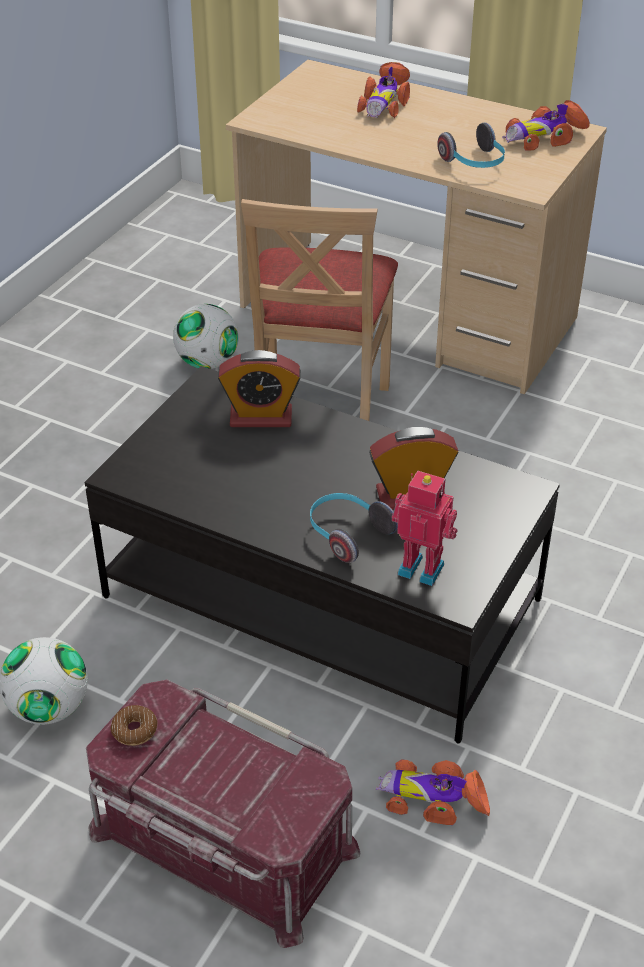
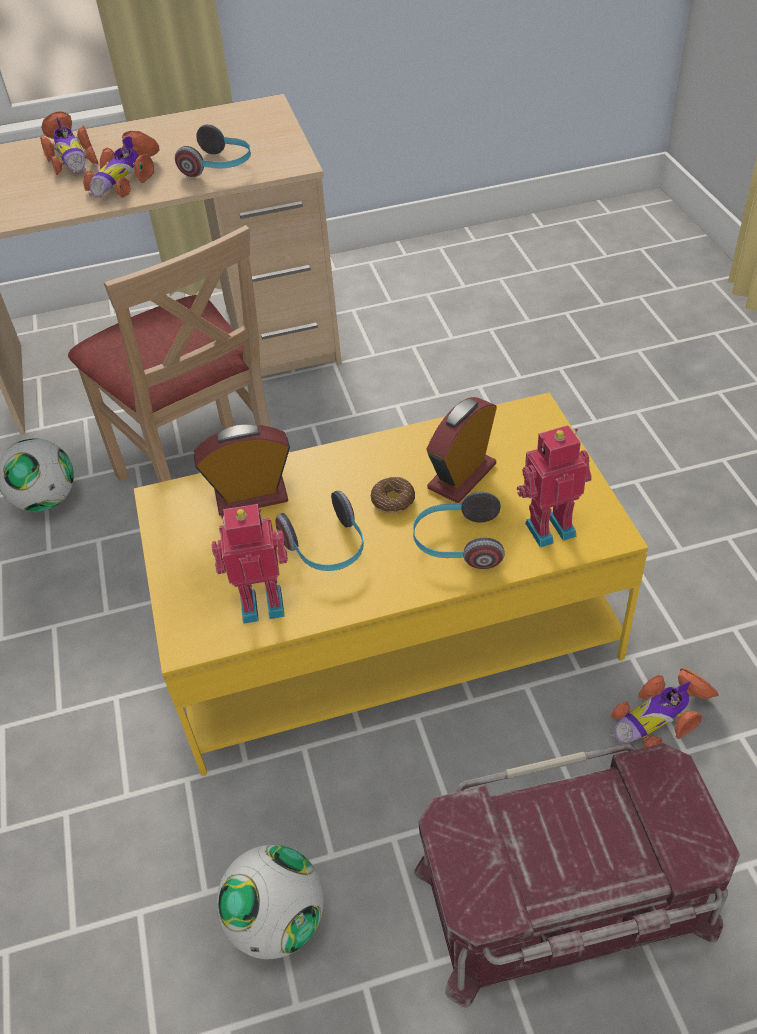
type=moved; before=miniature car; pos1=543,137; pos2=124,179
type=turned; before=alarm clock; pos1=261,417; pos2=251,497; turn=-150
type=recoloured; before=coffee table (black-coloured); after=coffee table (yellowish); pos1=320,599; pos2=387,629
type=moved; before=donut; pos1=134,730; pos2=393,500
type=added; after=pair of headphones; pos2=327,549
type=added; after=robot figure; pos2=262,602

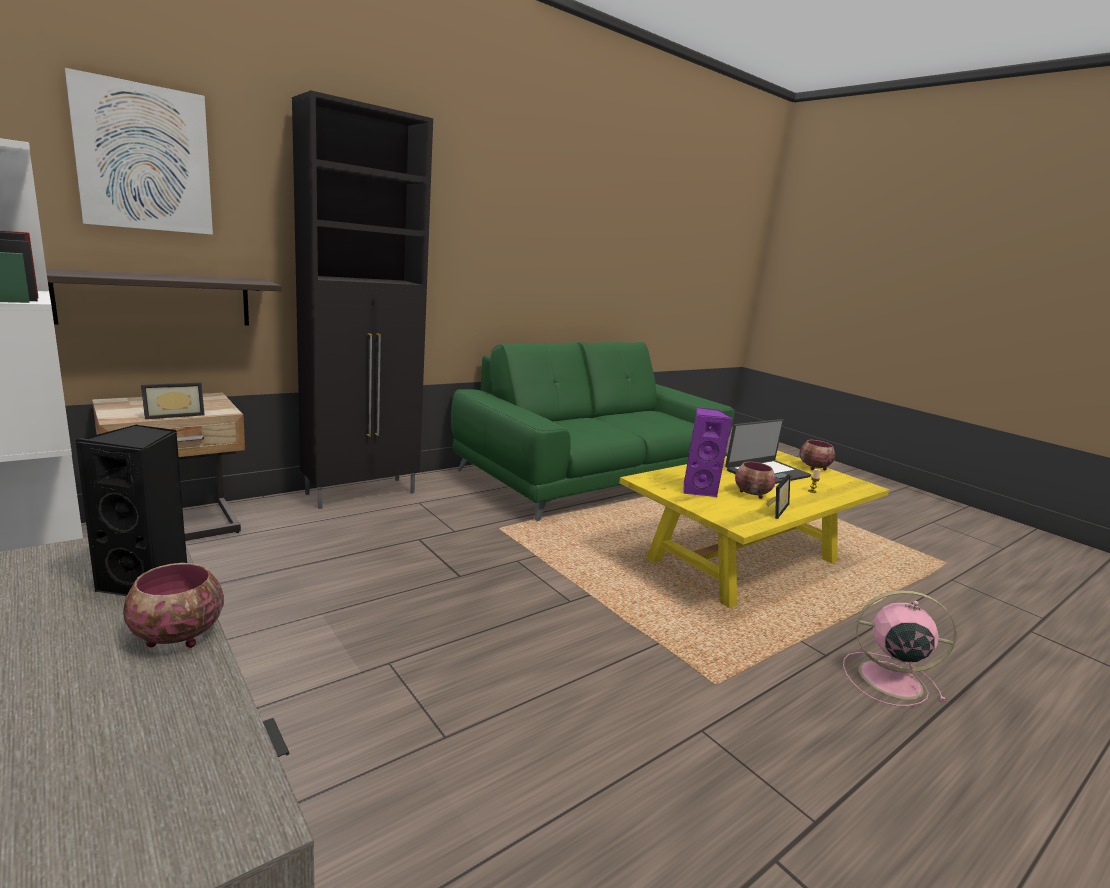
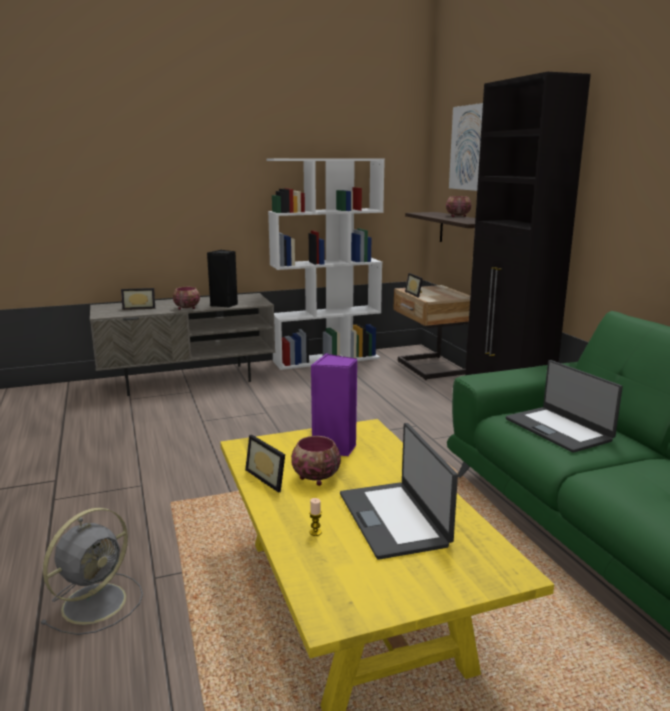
type=moved; before=bowl; pos1=813,467; pos2=457,216
type=recoloured; before=cooling fan (pinkish); after=cooling fan (grey); pos1=886,679; pos2=97,601
type=added; after=photo frame; pos2=139,308
type=added; after=portable computer; pos2=559,429

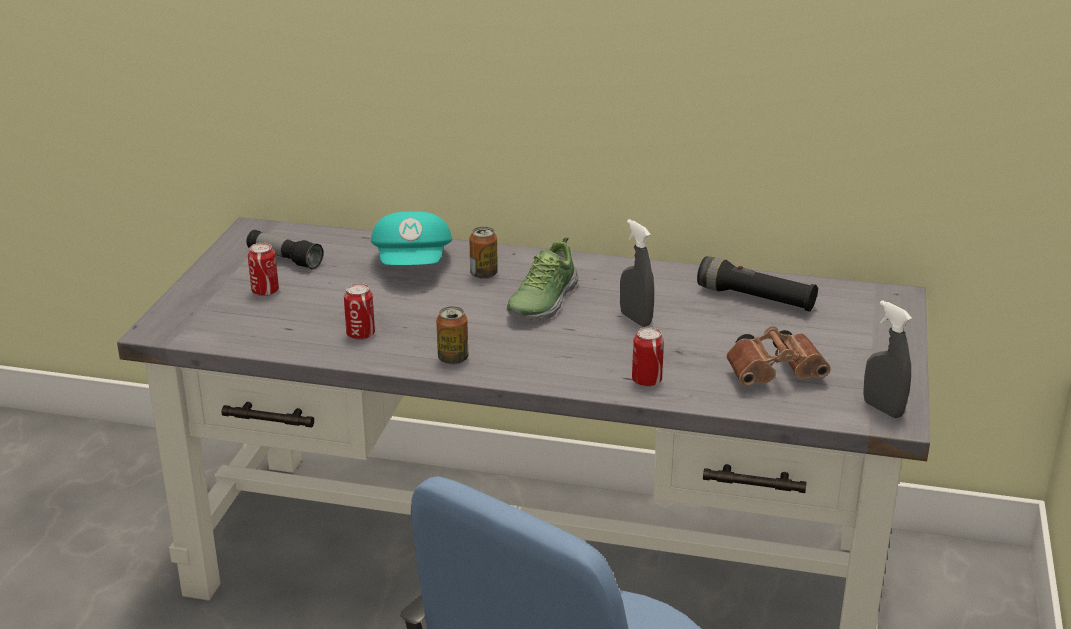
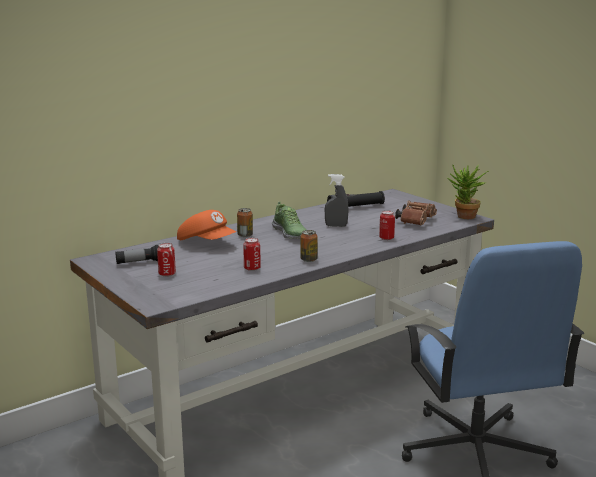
type=recoloured; before=baseball cap (turquoise-coloured); after=baseball cap (orange); pos1=413,264; pos2=207,243
type=replaced; before=sprayer (grey); after=potted plant; pos1=882,409; pos2=464,217

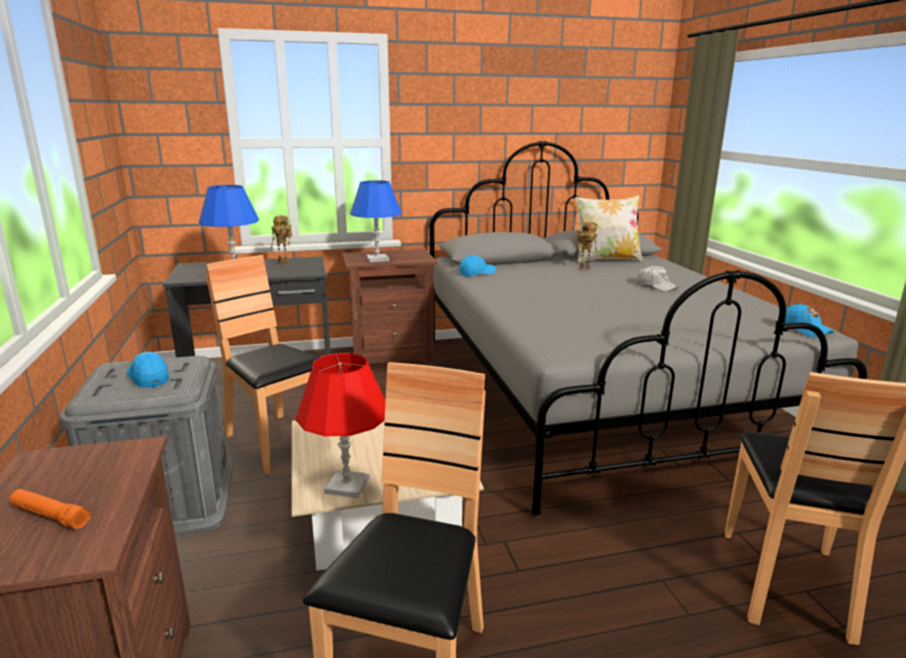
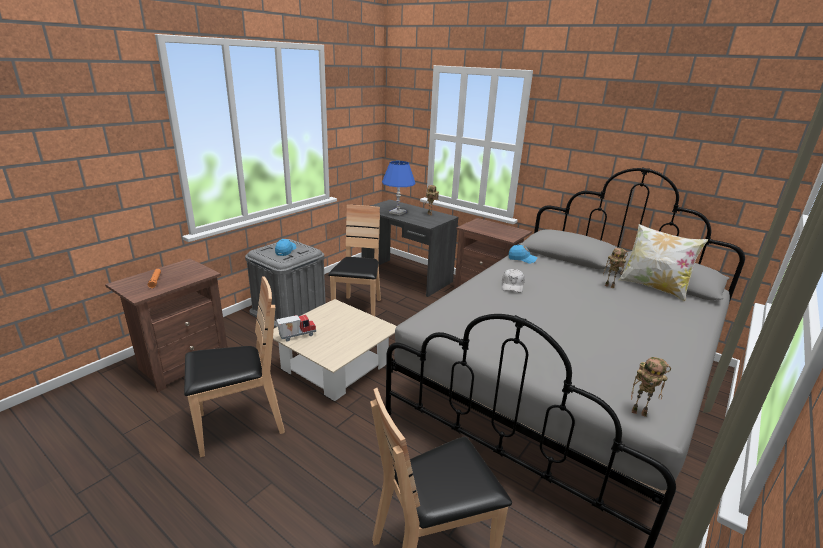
type=removed; before=table lamp (blue-coloured); pos1=377,259
type=moved; before=baseball cap (white); pos1=656,286; pos2=512,285
type=replaced; before=baseball cap (blue-coloured); after=robot figure; pos1=804,330; pos2=640,412
type=replaced; before=table lamp (red); after=toy truck; pos1=347,485; pos2=297,335

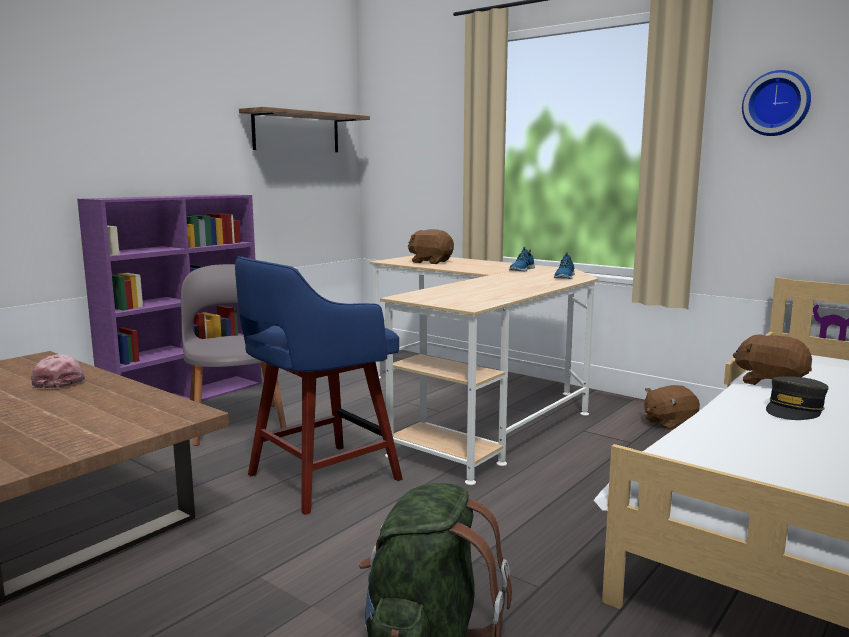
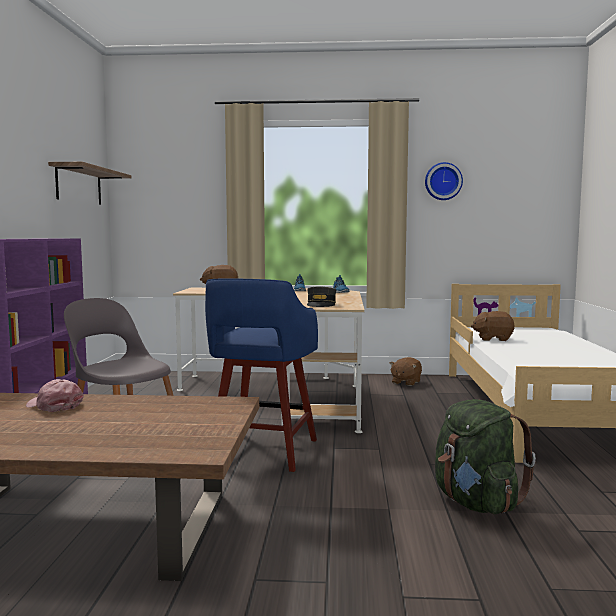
type=moved; before=baseball cap (grey); pos1=794,410; pos2=321,305

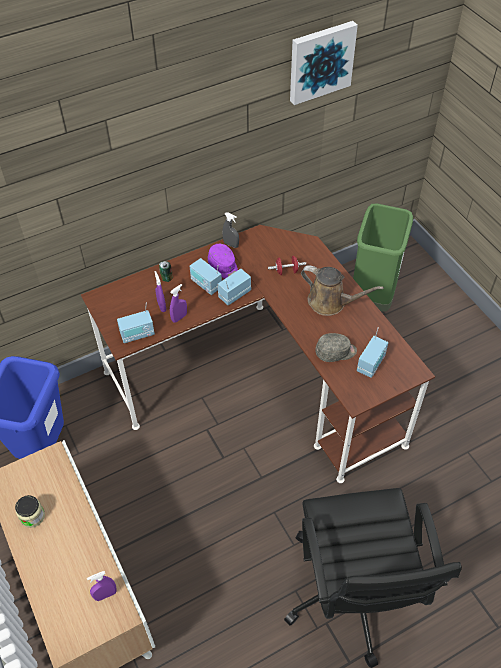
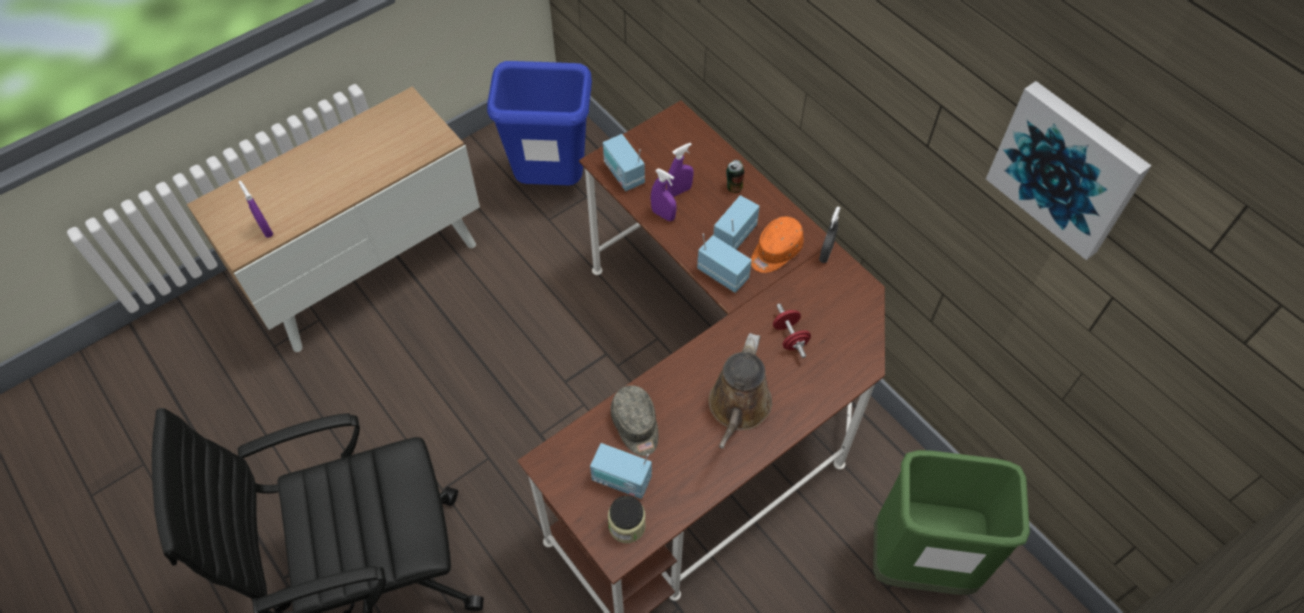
type=recoloured; before=baseball cap (purple); after=baseball cap (orange); pos1=224,267; pos2=775,252
type=moved; before=jar; pos1=32,516; pos2=627,526

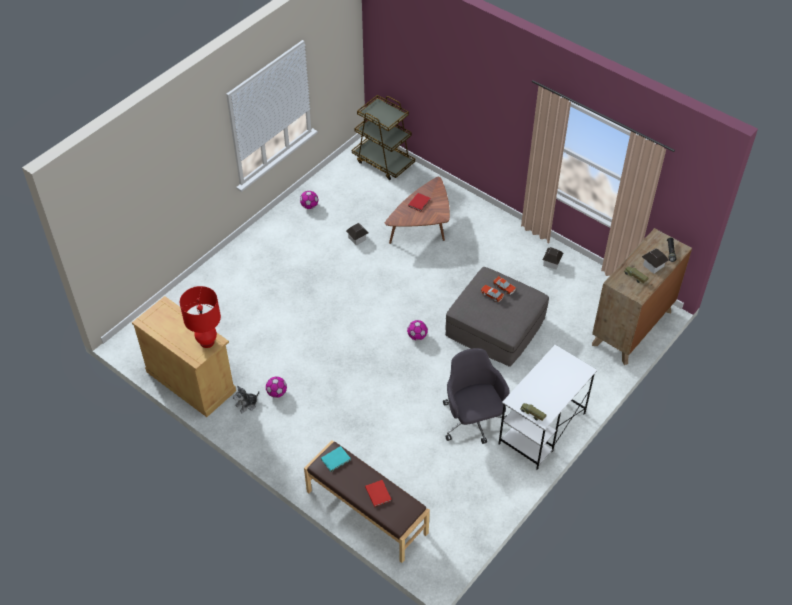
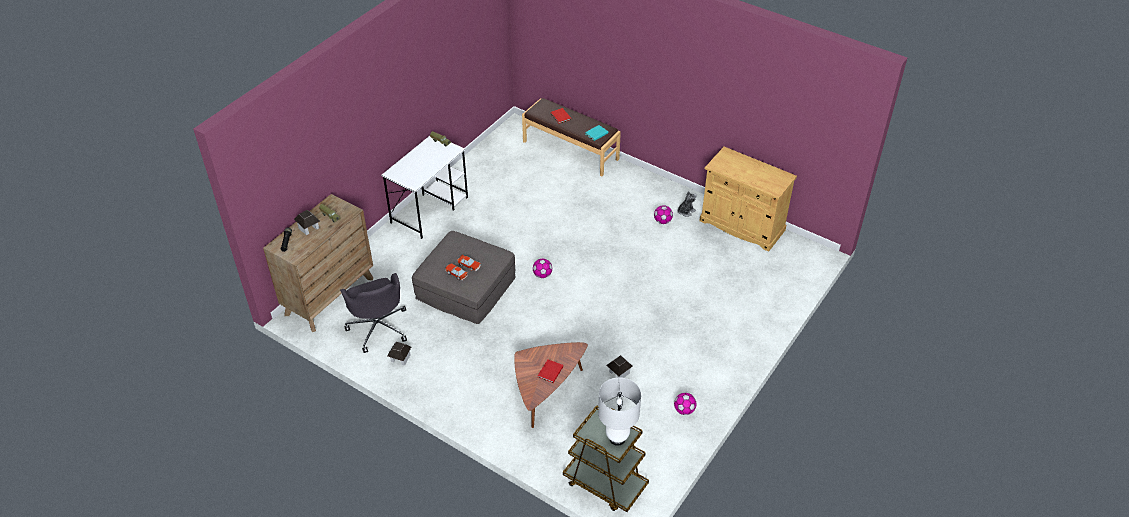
type=removed; before=table lamp (red); pos1=207,342
type=moved; before=office chair (grey); pos1=473,420; pos2=378,327
type=added; after=table lamp (white); pos2=617,438

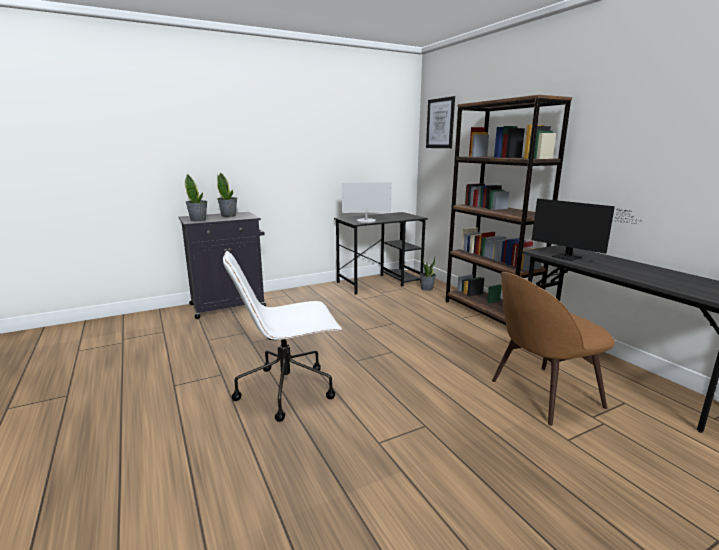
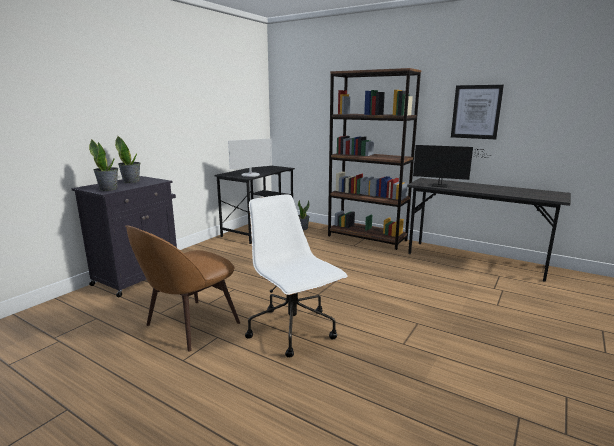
type=moved; before=wall art; pos1=440,123; pos2=476,112
type=turned; before=office chair (white); pos1=288,390; pos2=293,330; turn=105
type=moved; before=plain chair (brown); pos1=542,394; pos2=189,325

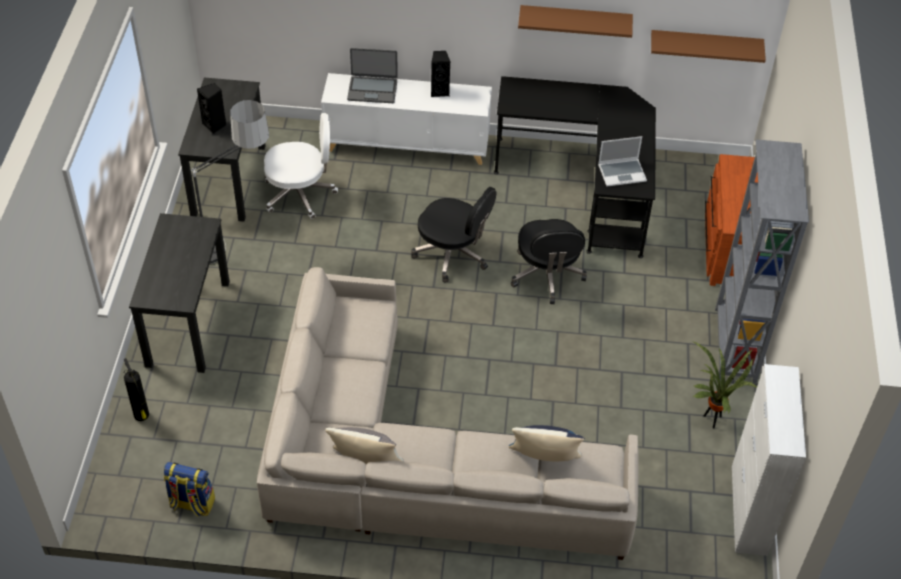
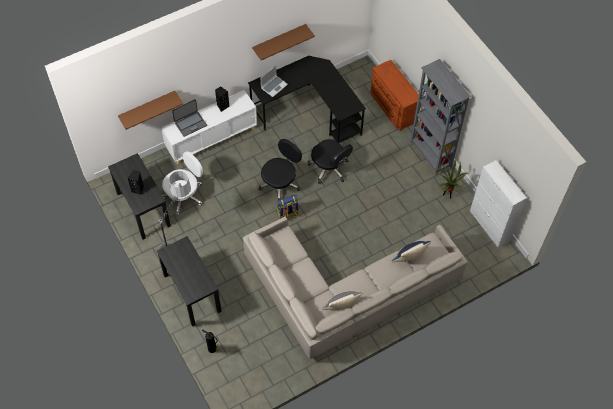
type=moved; before=bracket shelf (brown); pos1=705,45; pos2=147,107
type=moved; before=portable computer; pos1=622,173; pos2=274,86
type=turned; before=office chair (black-coloured); pos1=453,254; pos2=280,183; turn=-45
type=moved; before=backpack; pos1=191,503; pos2=288,214

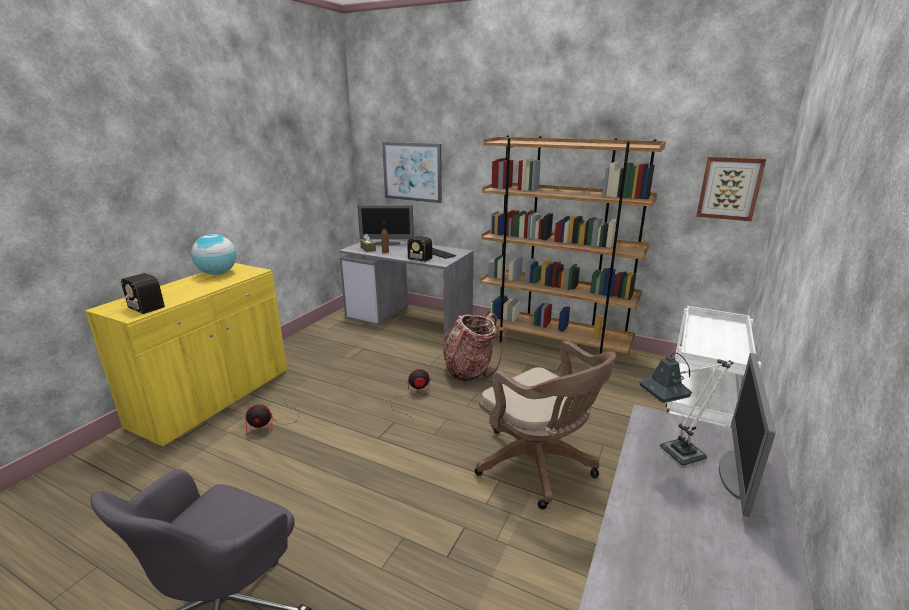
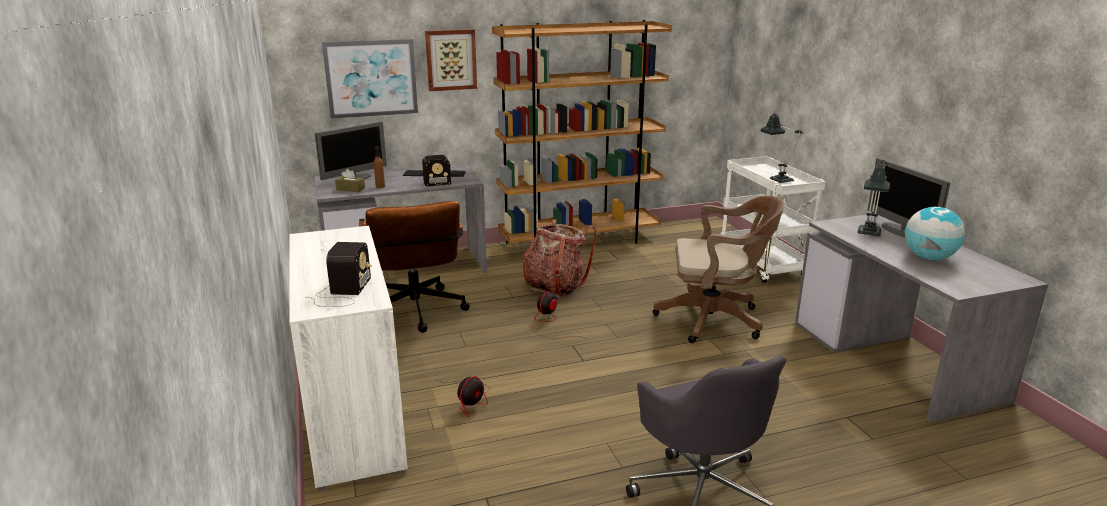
type=moved; before=wall art; pos1=729,188; pos2=451,60
type=moved; before=globe; pos1=218,273; pos2=929,257
type=recoloured; before=cabinet (yellowish); after=cabinet (white); pos1=214,398; pos2=354,417
type=turned; before=radio receiver; pos1=143,304; pos2=342,292; turn=-75
type=added; after=table lamp; pos2=778,179
type=added; after=office chair (brown); pos2=417,314

